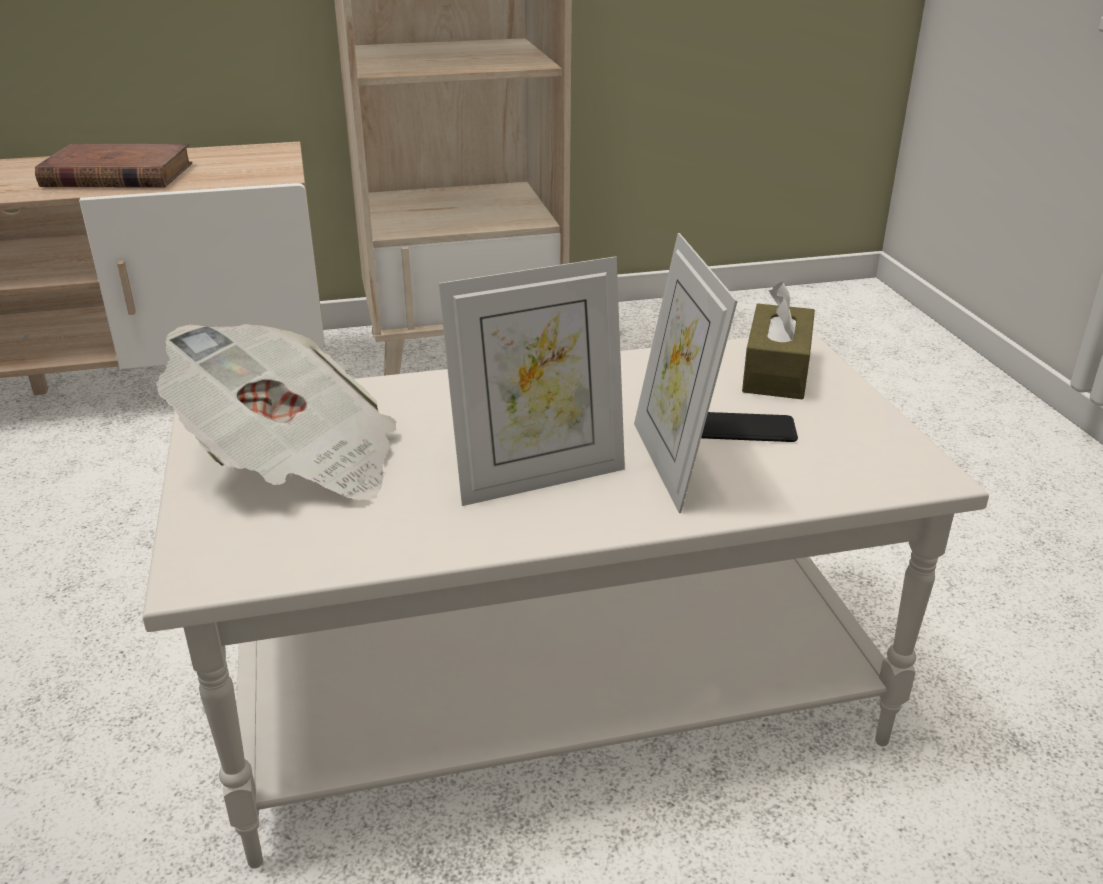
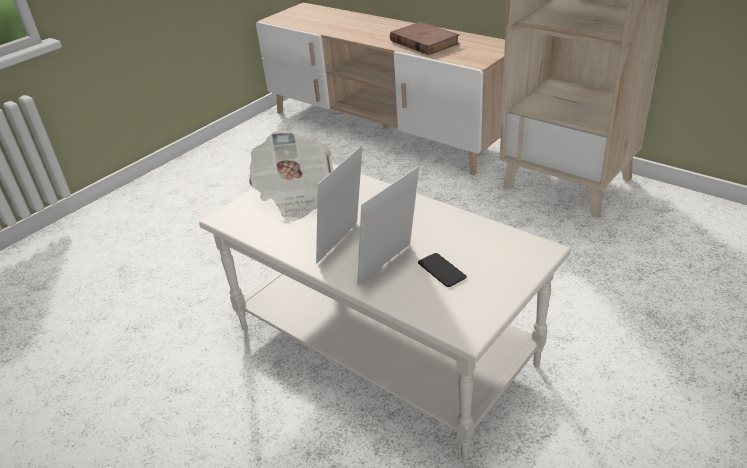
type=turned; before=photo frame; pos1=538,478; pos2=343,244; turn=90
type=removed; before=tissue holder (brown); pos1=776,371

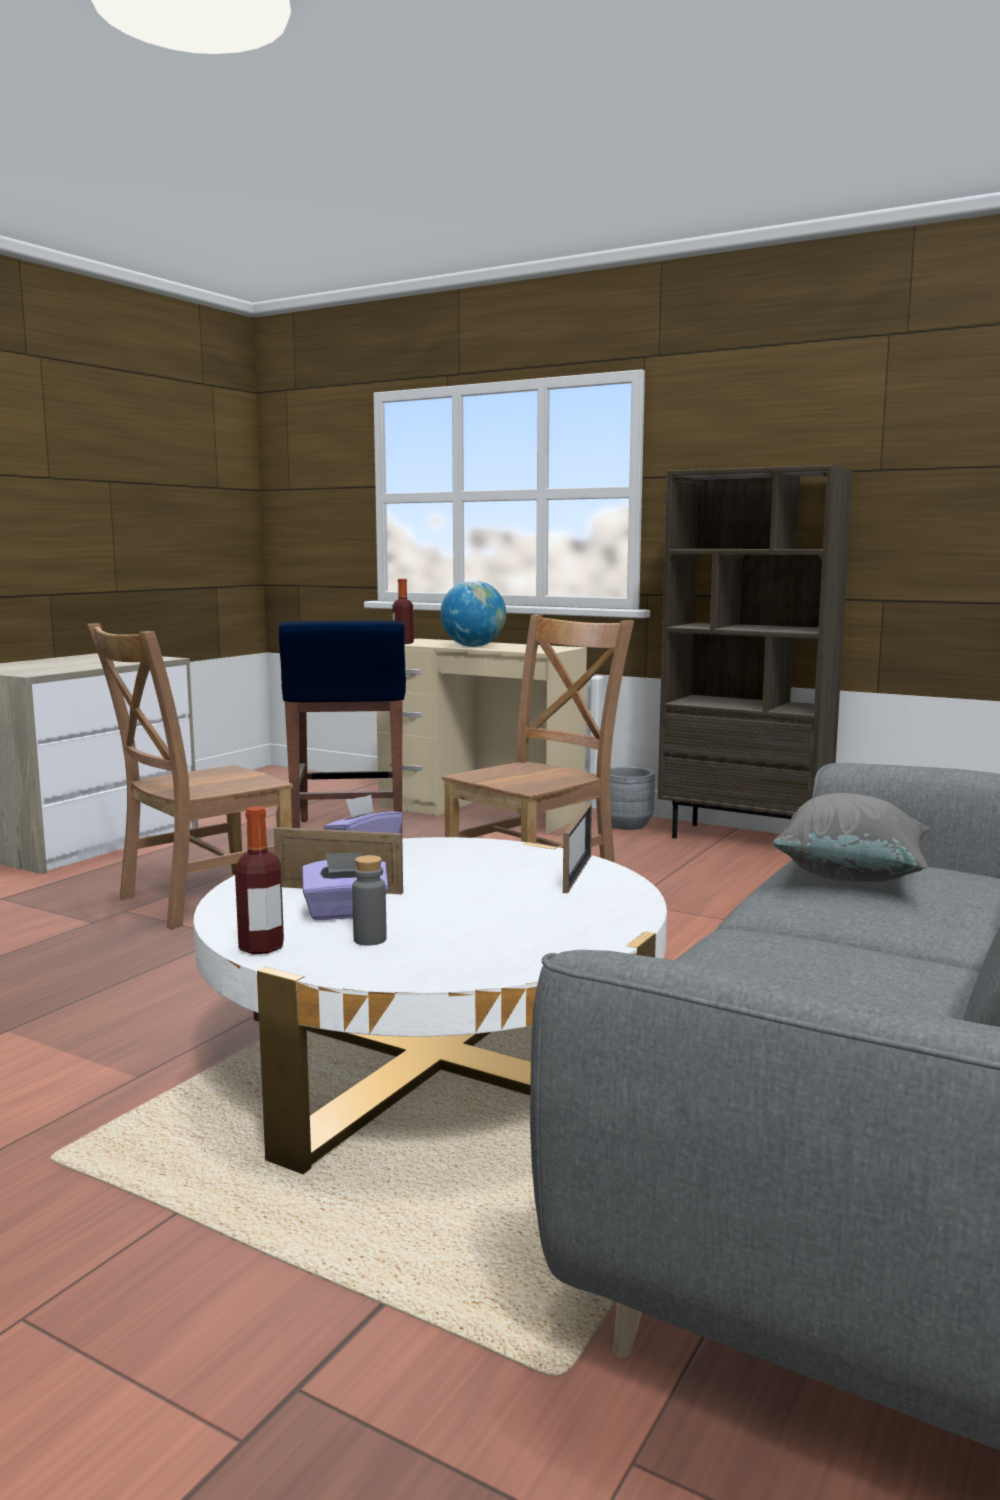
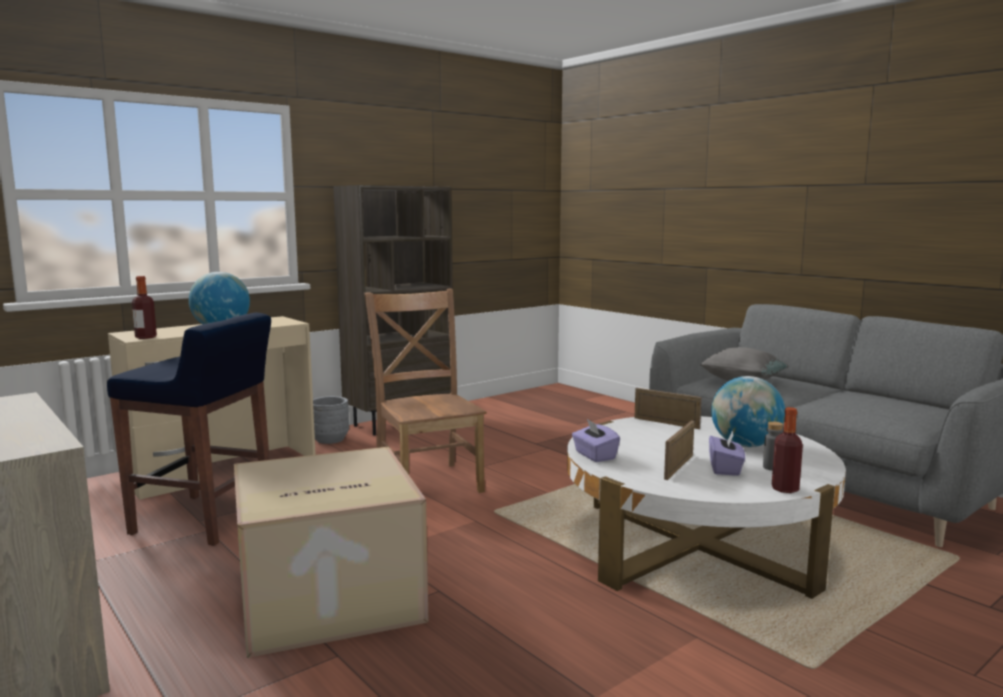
type=replaced; before=plain chair (brown); after=cardboard box; pos1=199,899; pos2=326,598
type=added; after=globe; pos2=745,445

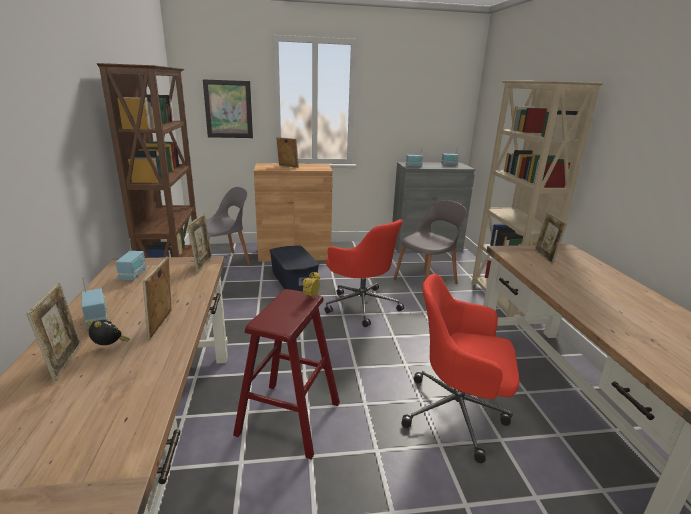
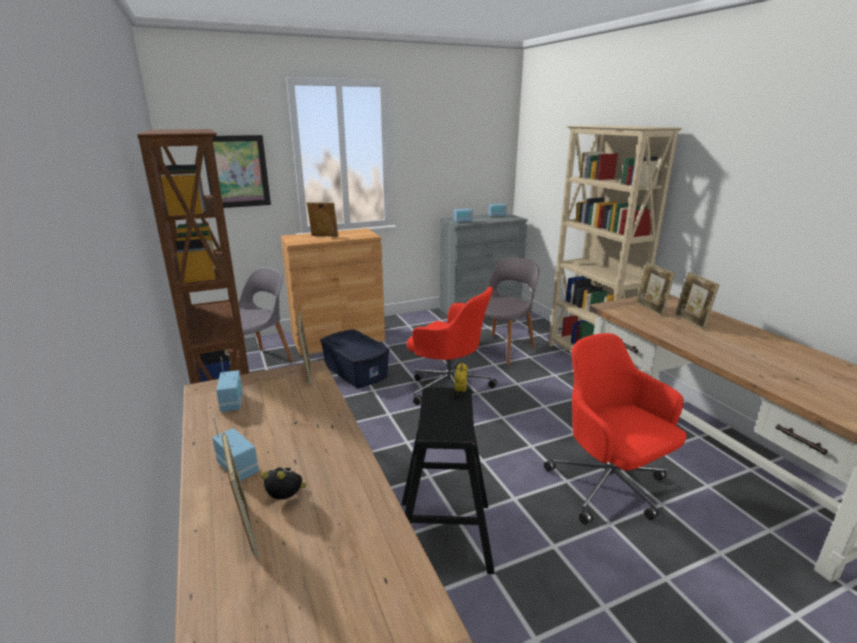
type=moved; before=photo frame; pos1=162,325; pos2=691,322
type=turned; before=office chair (red); pos1=457,413; pos2=608,487; turn=60
type=recoloured; before=stool seat (red); after=stool seat (black-coloured); pos1=289,418; pos2=444,535

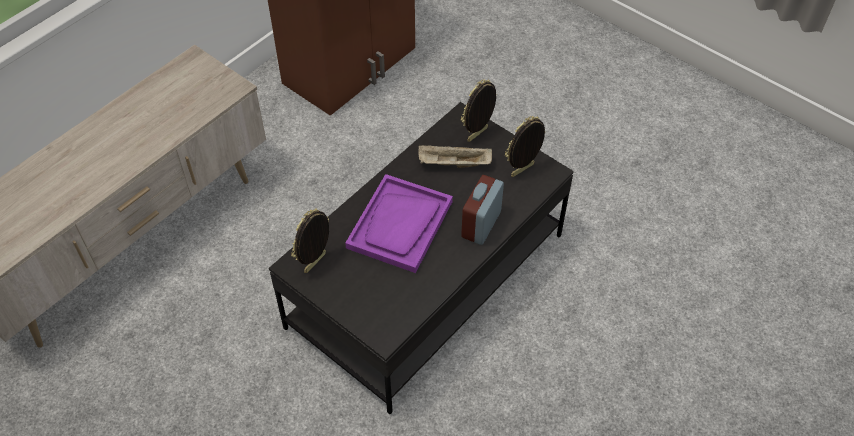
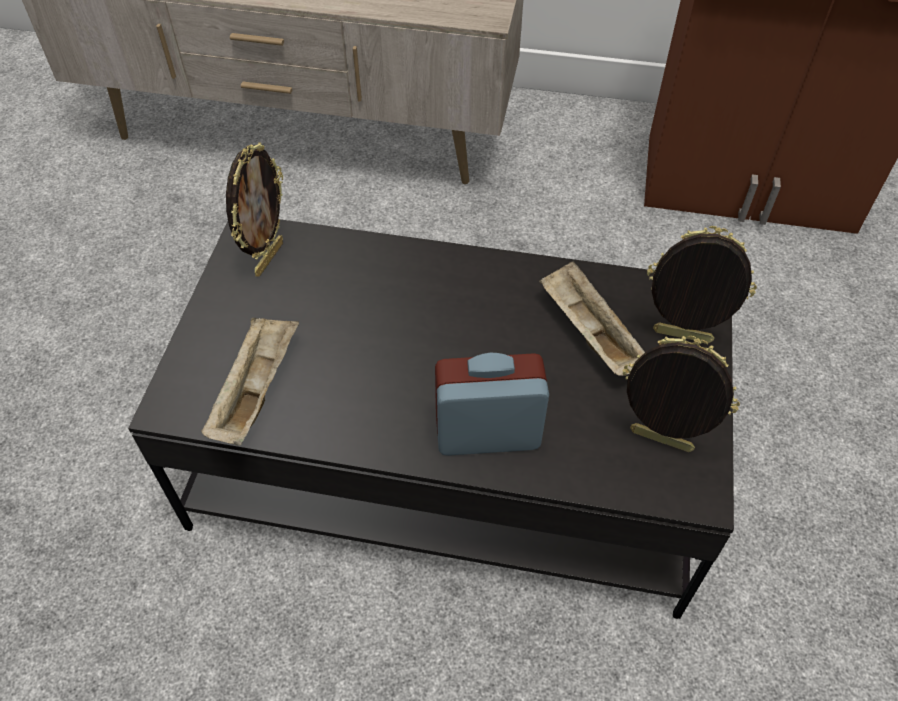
type=removed; before=serving tray (purple); pos1=400,225
type=turned; before=photo frame; pos1=316,264; pos2=268,258; turn=105
type=added; after=serving tray (sand-coloured); pos2=256,390

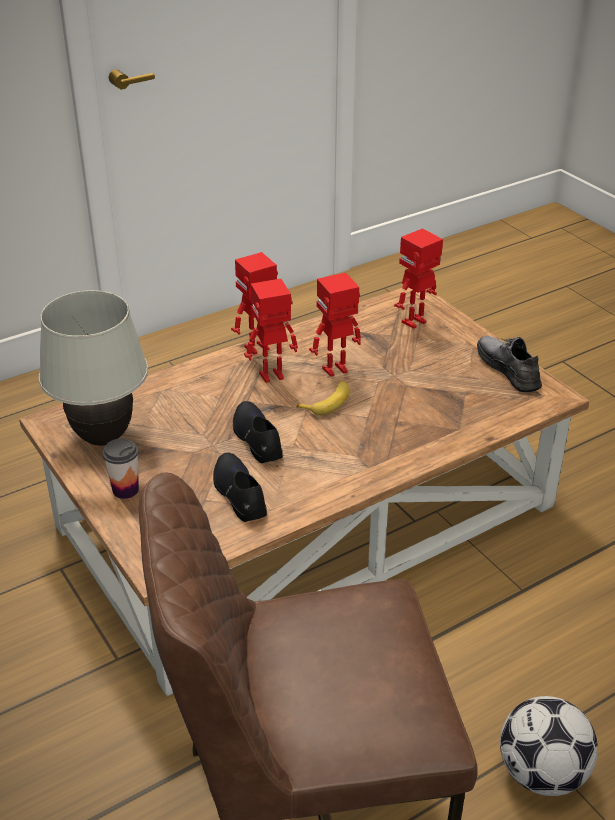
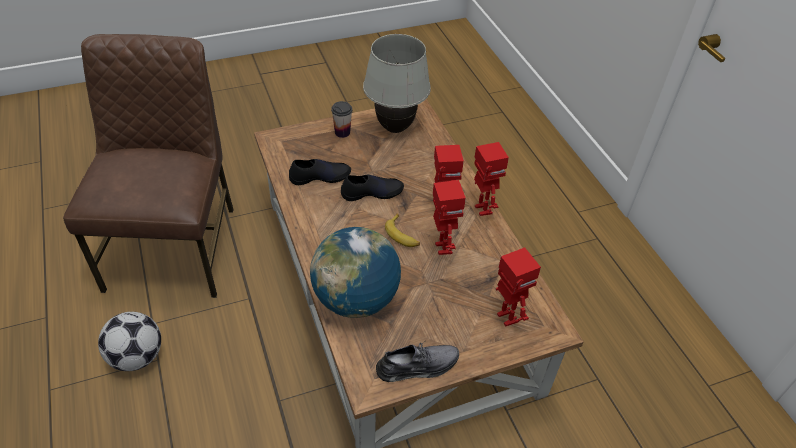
type=added; after=globe; pos2=356,299

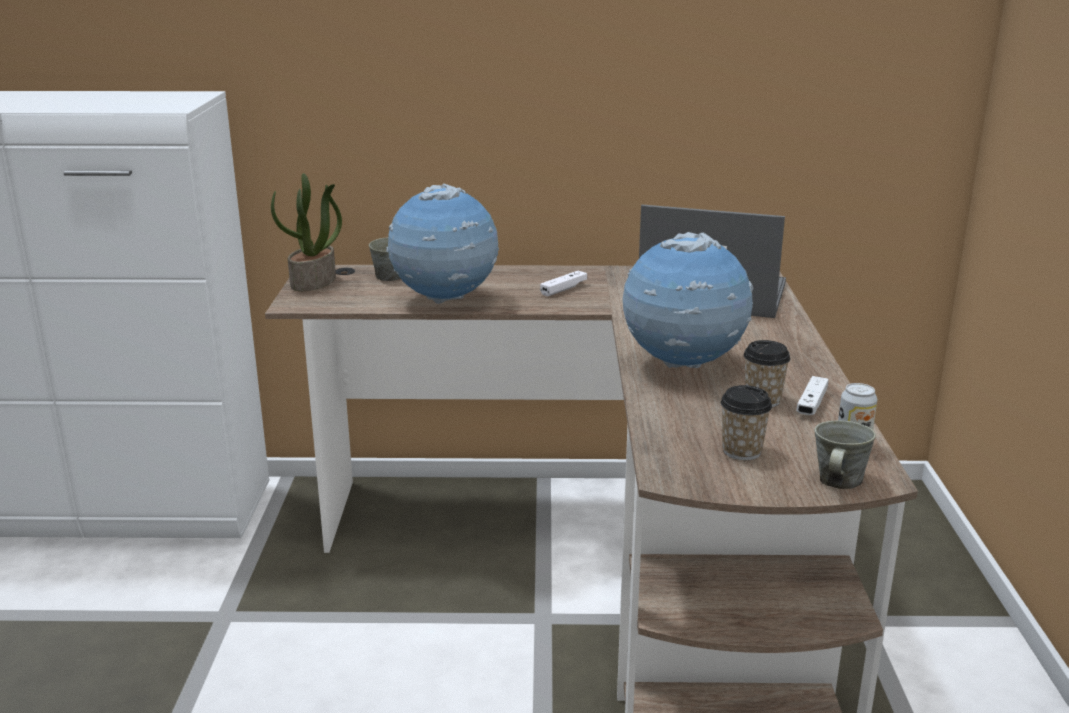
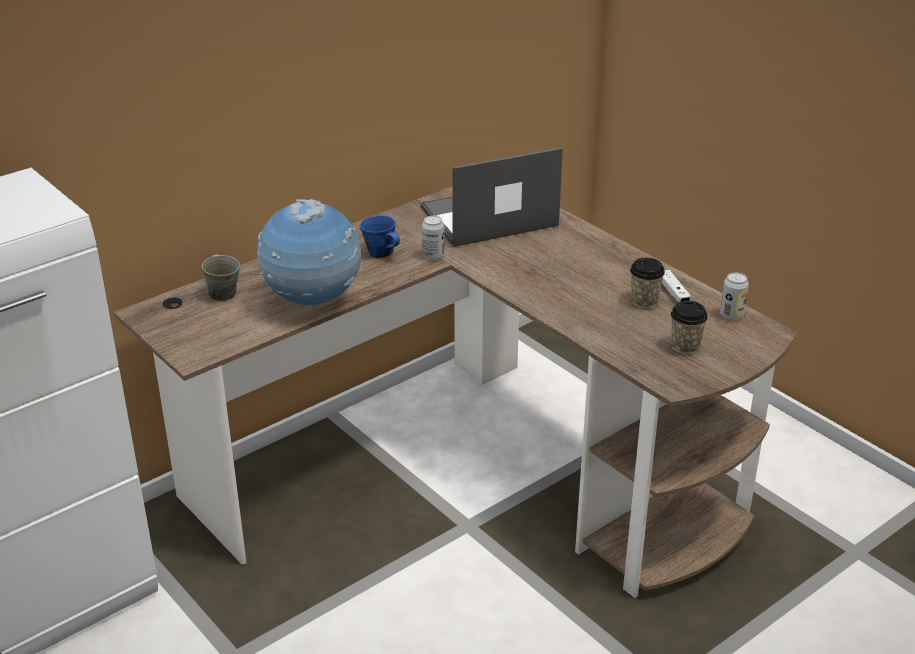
type=removed; before=potted plant; pos1=314,282
type=removed; before=globe; pos1=683,367
type=replaced; before=game controller (white); after=coffee mug (blue-coloured); pos1=563,289; pos2=381,253
type=removed; before=coffee mug (grey); pos1=838,482
type=added; after=sealed can; pos2=433,255

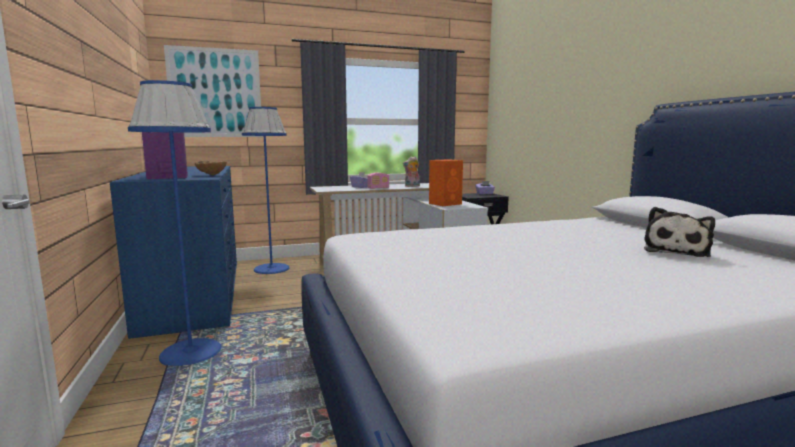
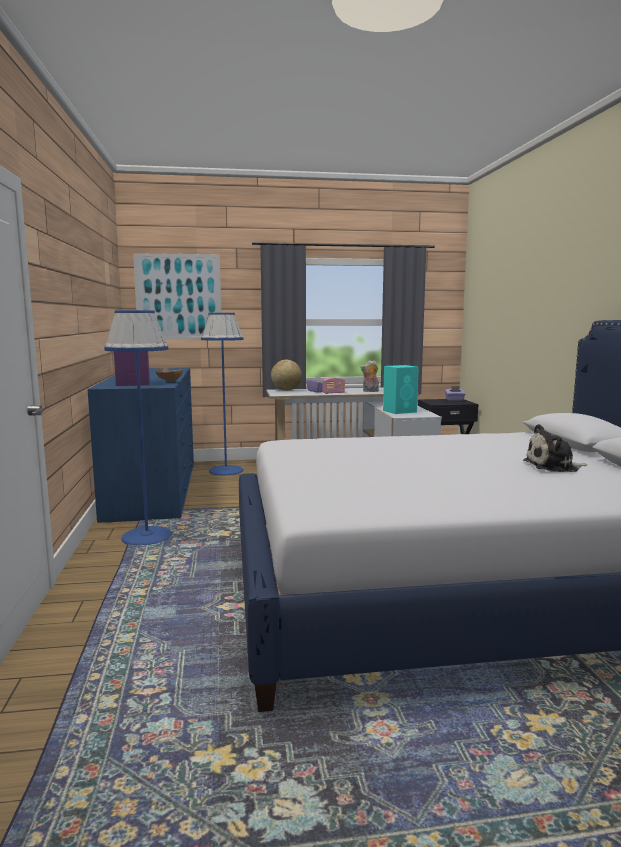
type=recoloured; before=audio speaker (orange); after=audio speaker (turquoise-coloured); pos1=446,204; pos2=400,411
type=turned; before=plush toy; pos1=676,251; pos2=554,466; turn=45
type=added; after=globe; pos2=286,390

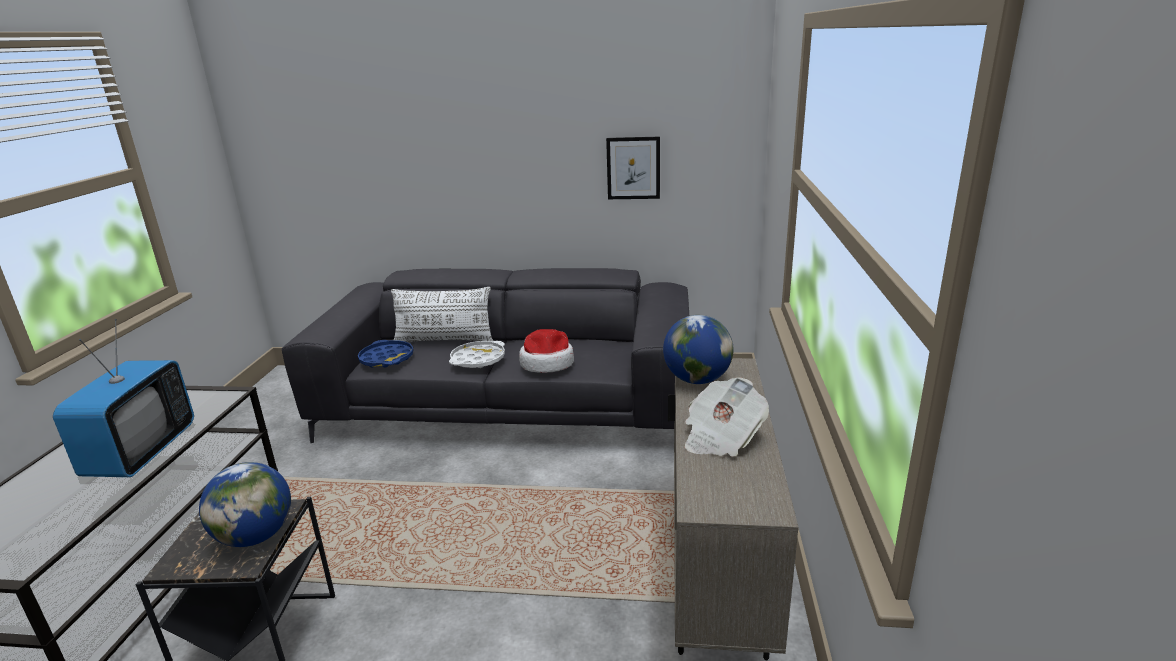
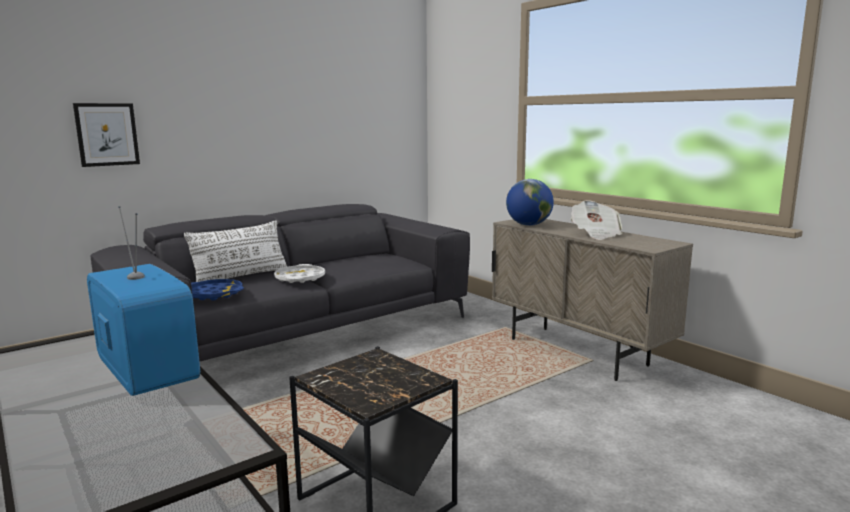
type=moved; before=wall art; pos1=633,168; pos2=107,134
type=removed; before=clothing hat; pos1=547,363
type=removed; before=globe; pos1=255,536

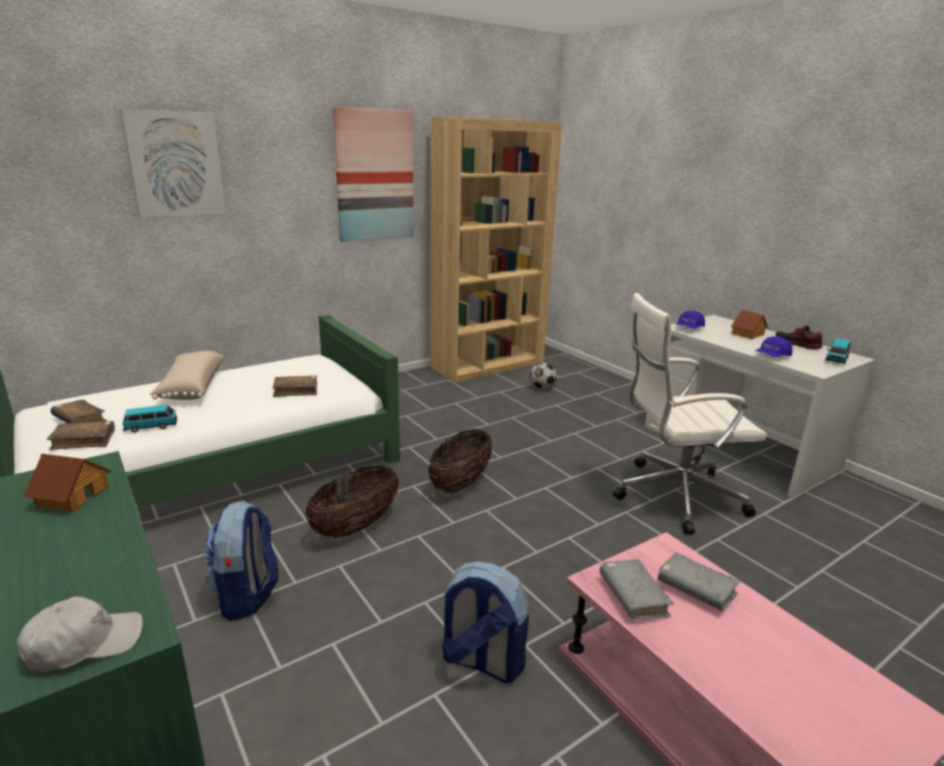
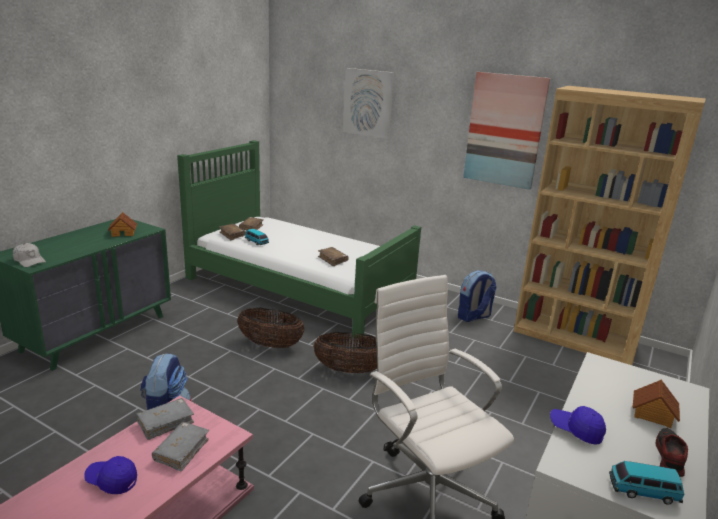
type=moved; before=baseball cap (blue-coloured); pos1=689,328; pos2=112,481
type=removed; before=cushion (sand-coloured); pos1=190,388
type=removed; before=ball for football; pos1=542,387
type=moved; before=backpack; pos1=247,595; pos2=473,317

